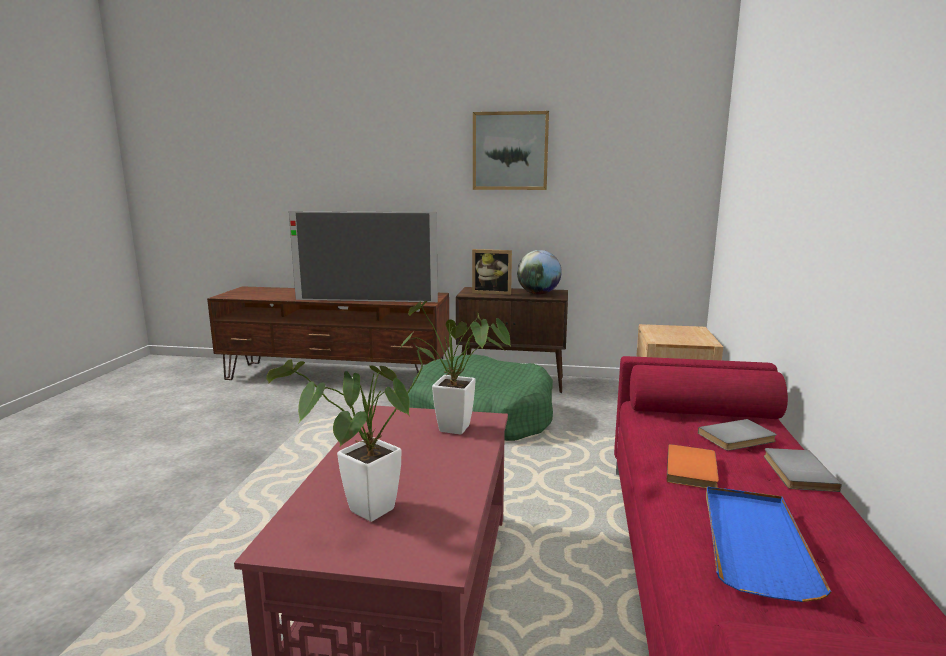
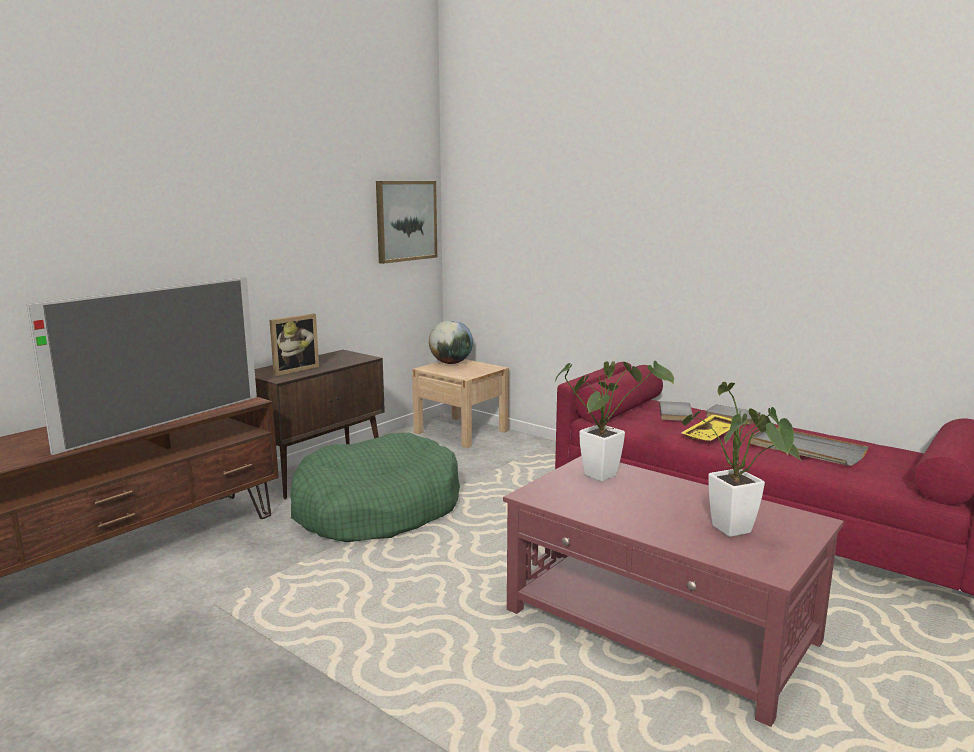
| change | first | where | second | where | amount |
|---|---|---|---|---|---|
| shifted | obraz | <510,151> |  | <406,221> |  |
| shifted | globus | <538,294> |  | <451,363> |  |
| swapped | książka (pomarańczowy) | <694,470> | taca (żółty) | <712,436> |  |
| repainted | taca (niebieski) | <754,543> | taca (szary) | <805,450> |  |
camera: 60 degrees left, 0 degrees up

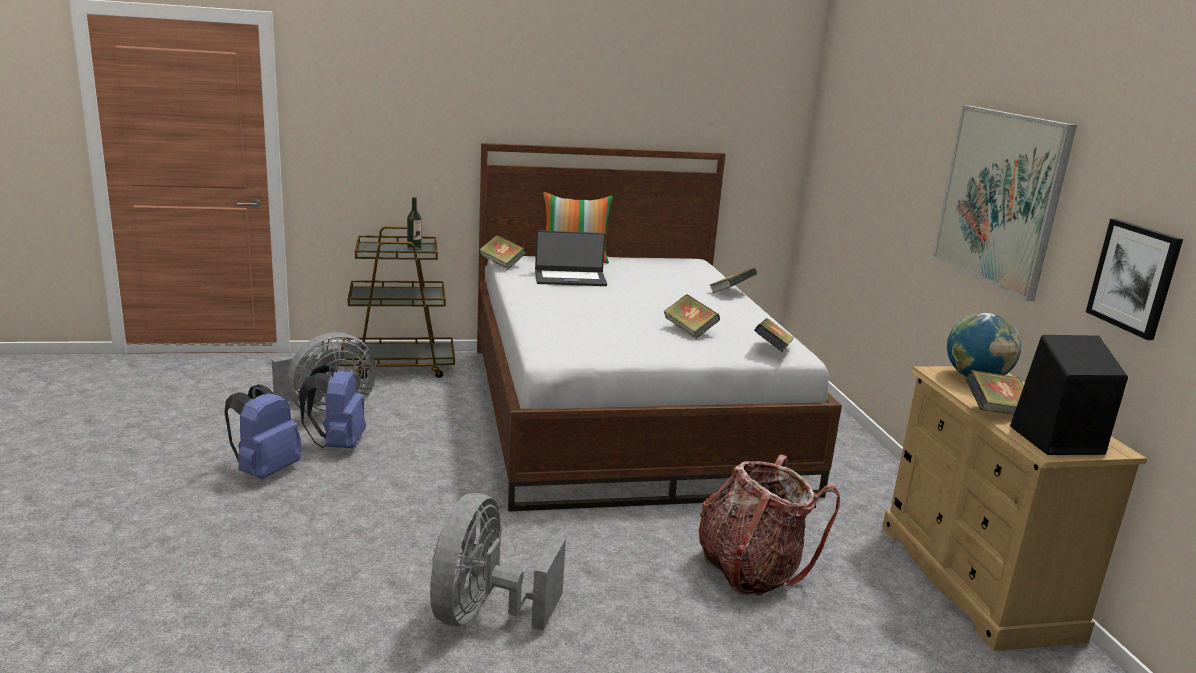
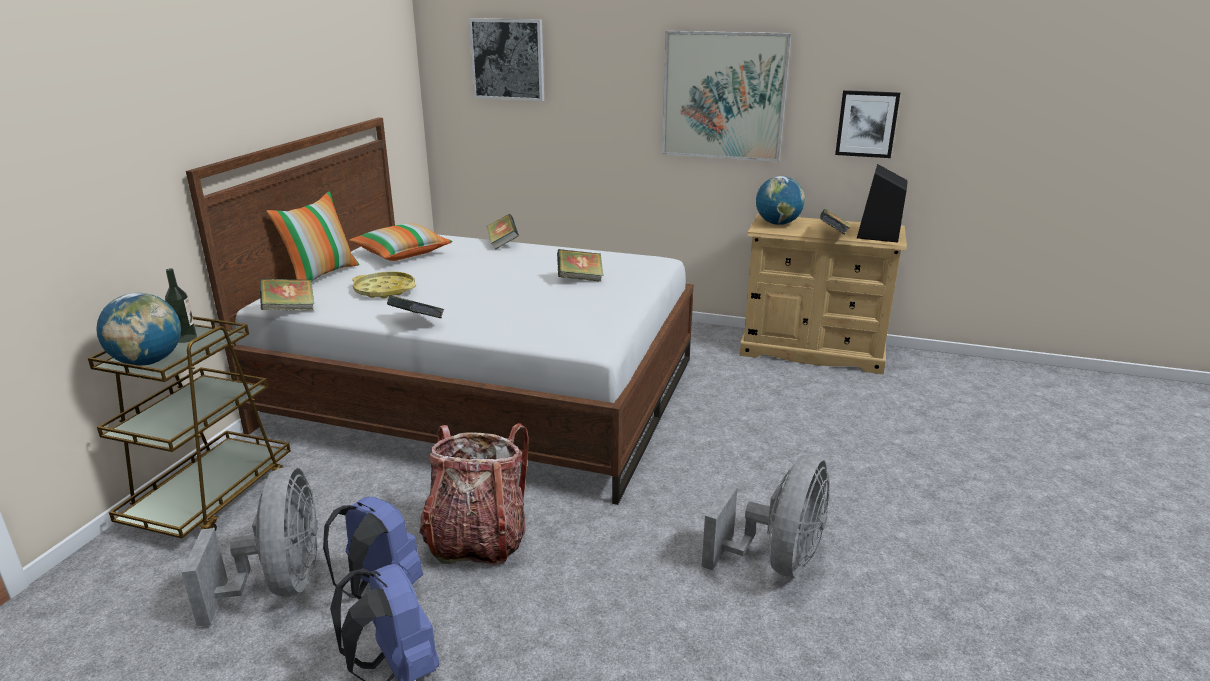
| change | first | where | second | where | amount |
|---|---|---|---|---|---|
| rotated | wentylator (szary) | <484,613> |  | <776,561> | 105 degrees counterclockwise |
| swapped | laptop | <570,278> | taca (żółty) | <385,290> |  |
| shifted | plecak | <751,570> |  | <477,540> |  |
| shifted | książka | <772,350> |  | <417,322> |  |
| new |  |  | globus | <148,362> |  |
| new |  |  | poduszka | <402,254> |  |
| new |  |  | obraz | <508,59> |  |
camera: 60 degrees left, 5 degrees up

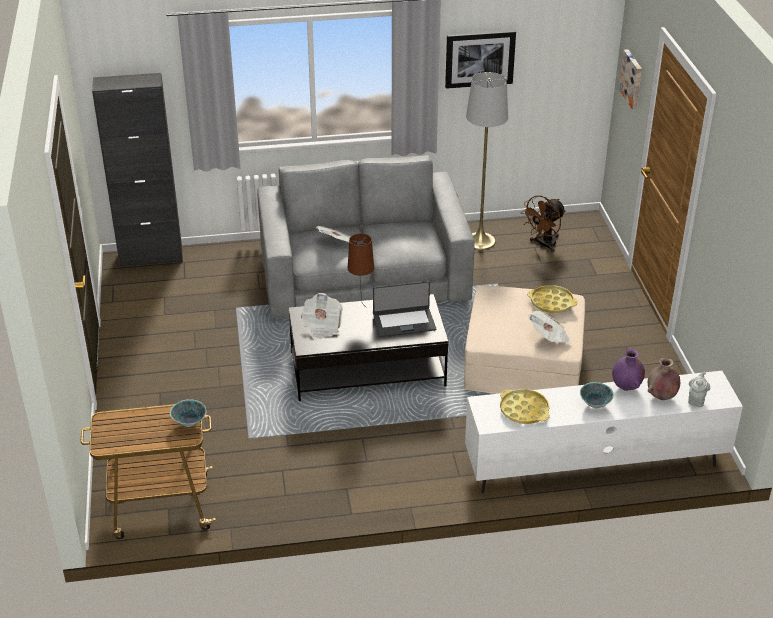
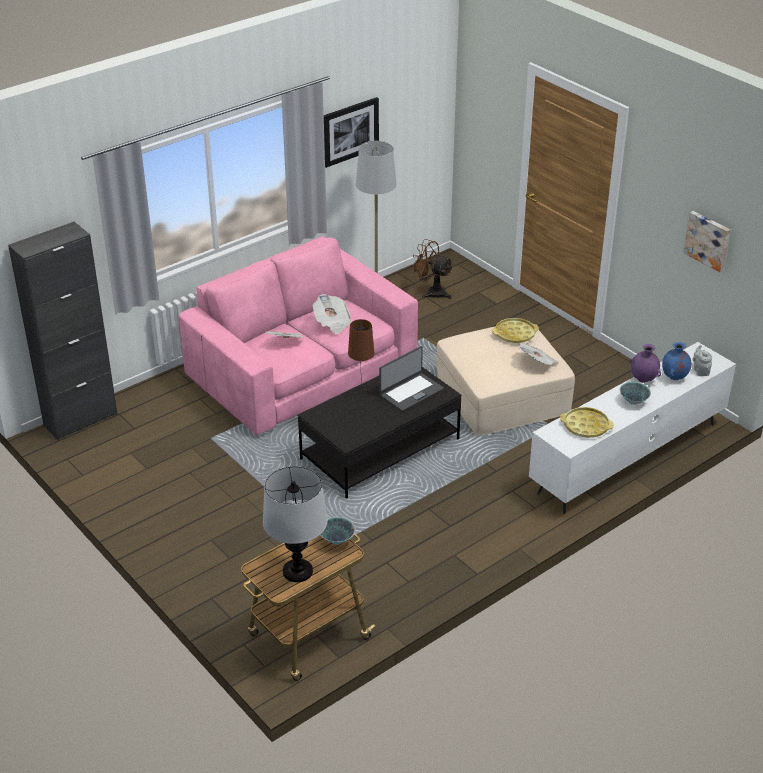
| change | first | where | second | where | amount |
|---|---|---|---|---|---|
| repainted | kanapa (szary) | <364,275> | kanapa (różowy) | <302,369> |  |
| shifted | gazeta | <322,326> |  | <332,323> |  |
| rotated | wentylator (brązowy) | <543,245> |  | <431,292> | 105 degrees clockwise |
| shifted | obraz | <632,79> |  | <708,240> |  |
| repainted | wazon (brązowy) | <661,397> | wazon (niebieski) | <674,378> |  |
| new |  |  | lampa stołowa | <298,571> |  |
camera: 30 degrees left, 0 degrees up

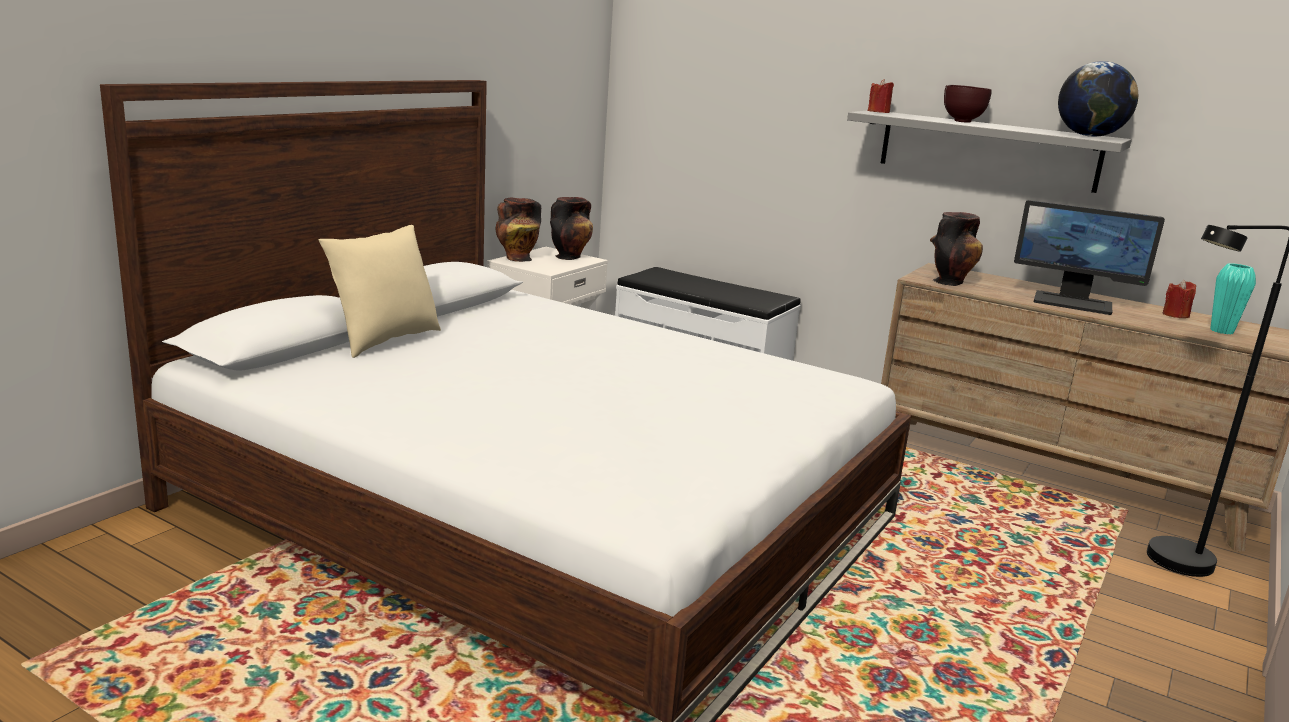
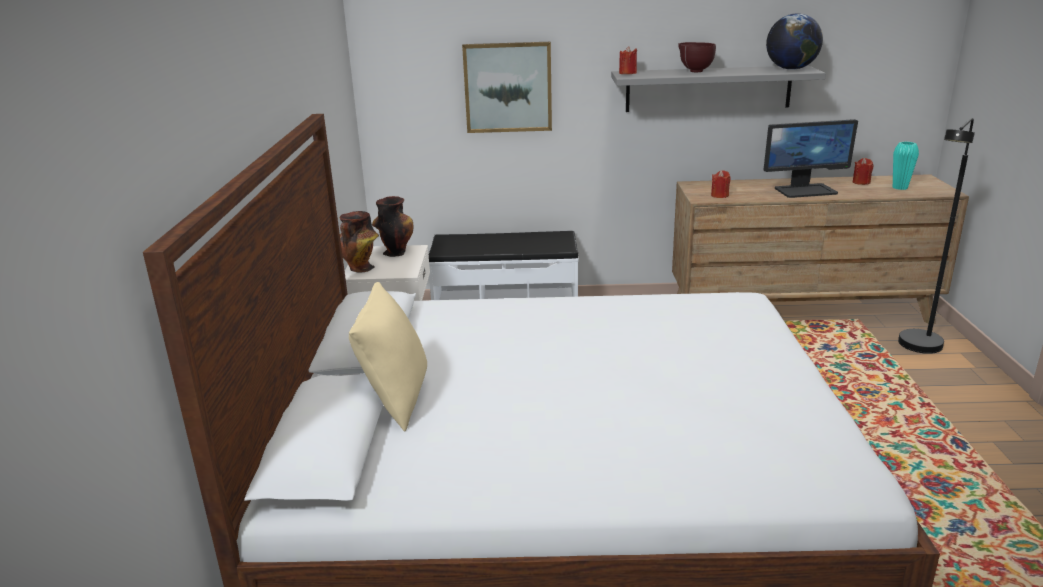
| change | first | where | second | where | amount |
|---|---|---|---|---|---|
| swapped | wazon | <949,281> | świeca (czerwony) | <719,195> |  |
| new |  |  | obraz | <508,87> |  |
camera: 30 degrees left, 5 degrees up

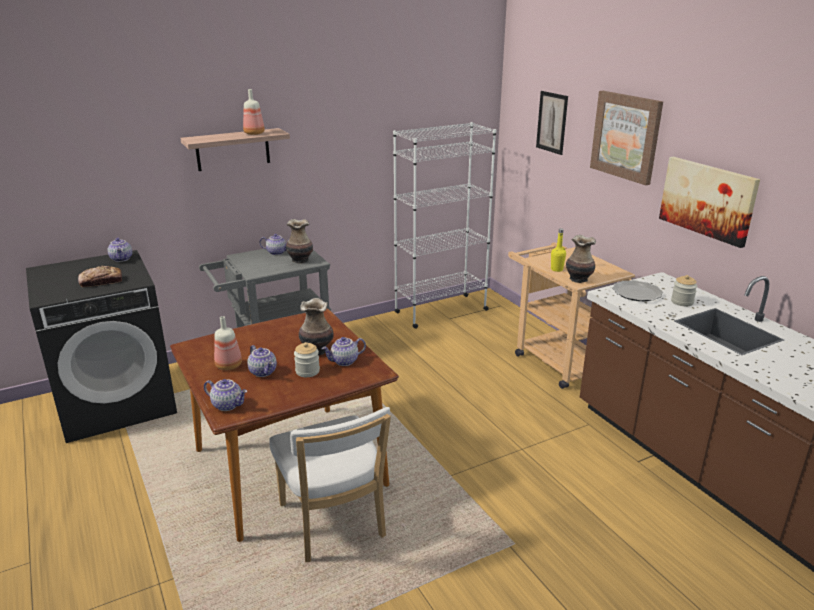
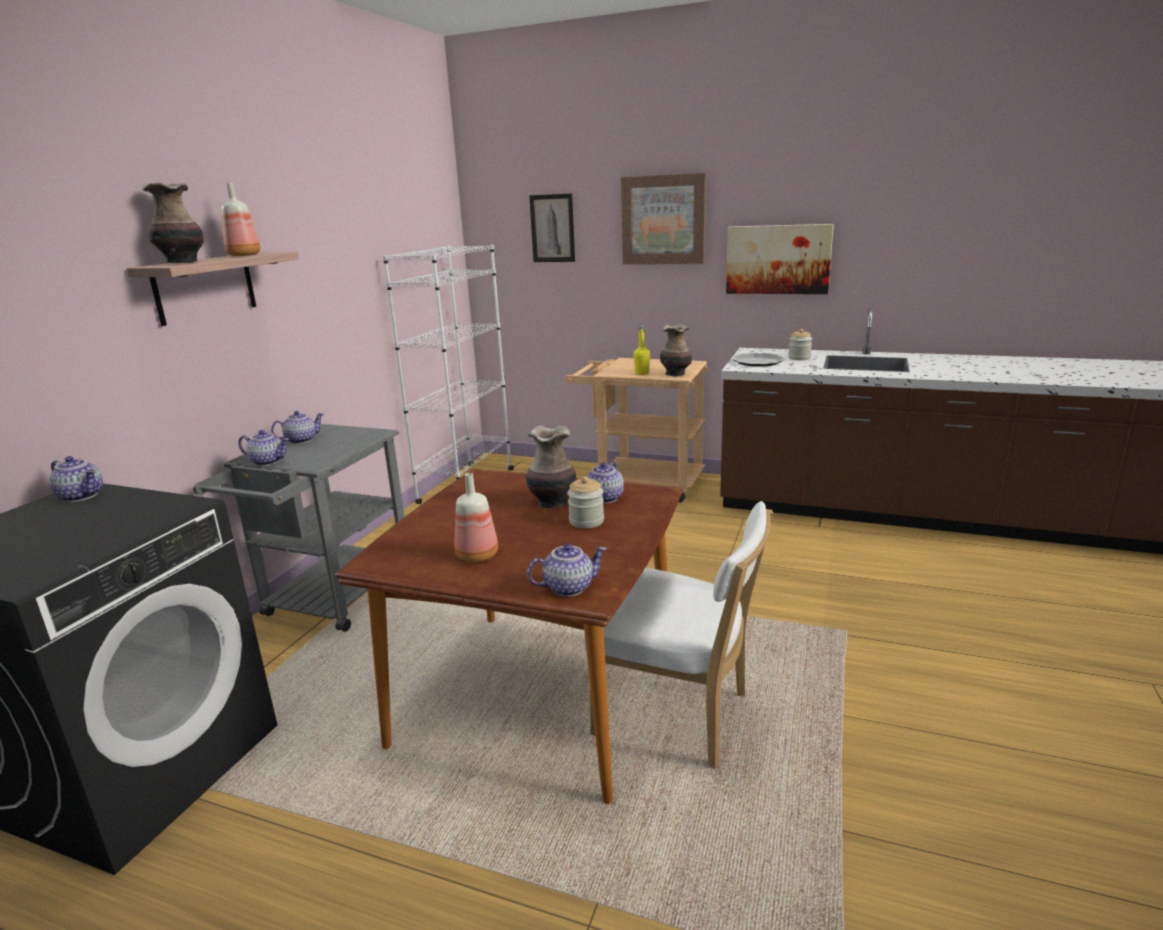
| change | first | where | second | where | amount |
|---|---|---|---|---|---|
| gone | chleb | <101,281> |  |  |  |
| shifted | imbryk | <263,372> |  | <268,461> |  |
| shifted | wazon | <300,260> |  | <181,262> |  |
camera: 40 degrees left, 5 degrees down

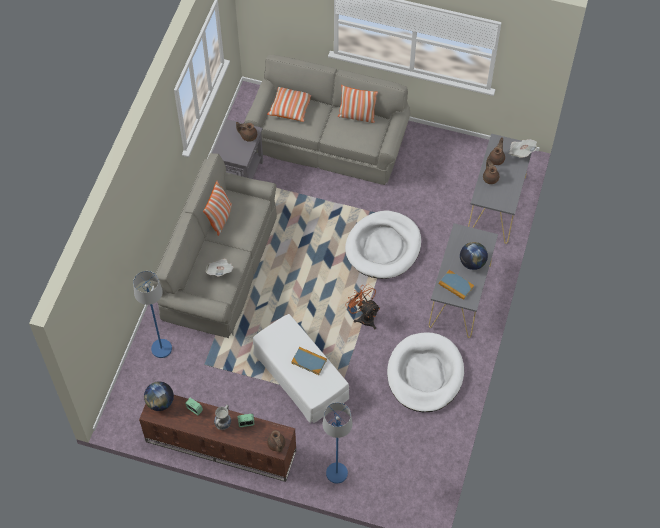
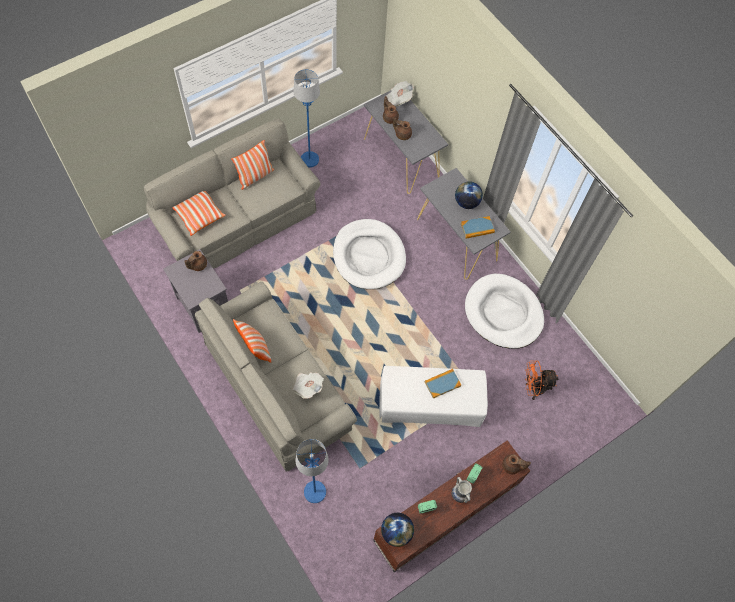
| change | first | where | second | where | amount |
|---|---|---|---|---|---|
| shifted | lampa stojąca (niebieski) | <337,473> |  | <309,159> |  |
| shifted | wentylator (pomarańczowy) | <364,317> |  | <533,388> |  |
camera: 55 degrees left, 5 degrees up

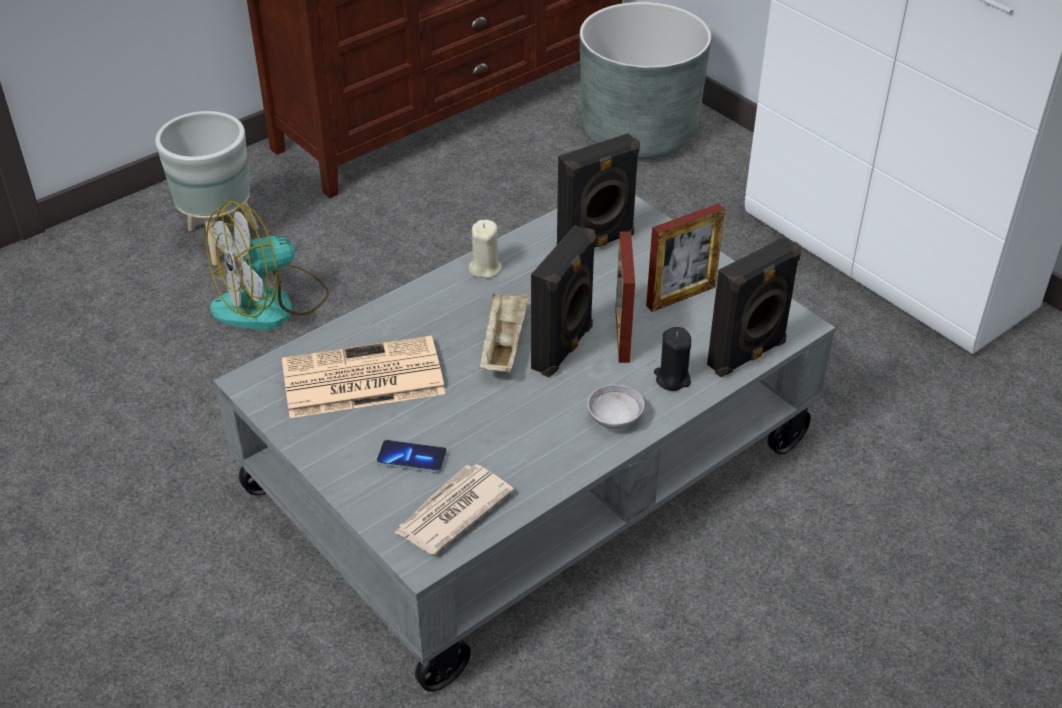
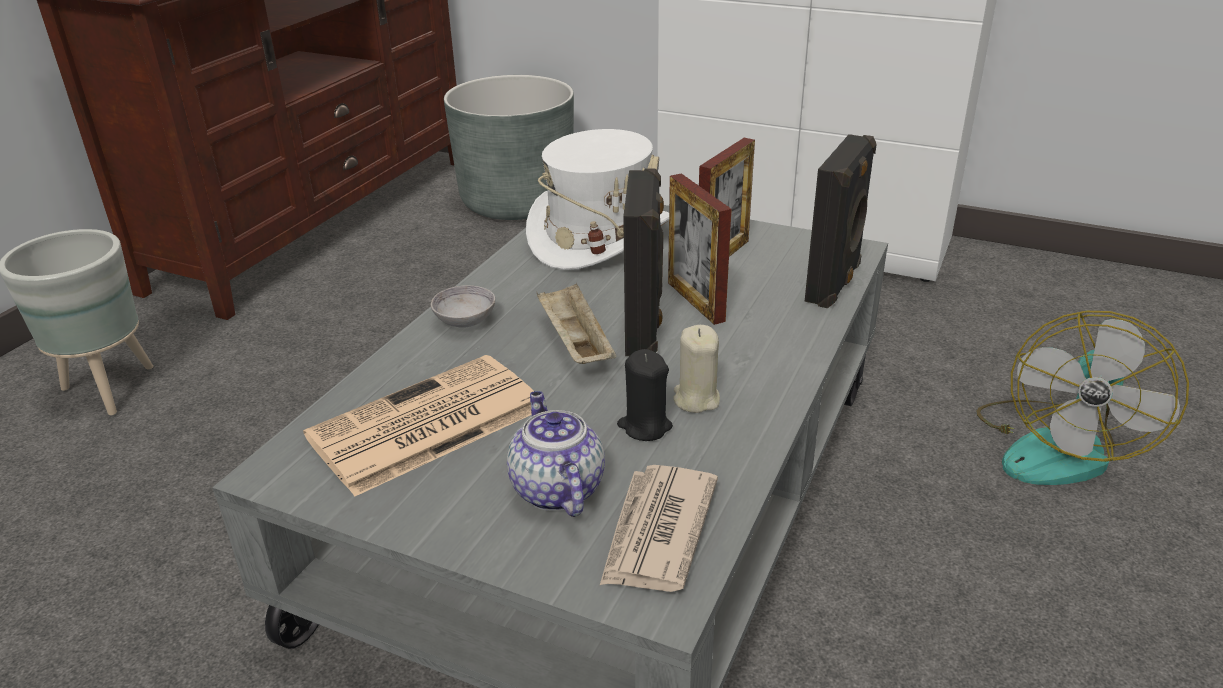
| change | first | where | second | where | amount |
|---|---|---|---|---|---|
| shifted | wentylator | <271,304> |  | <1058,446> |  |
| swapped | telefon | <412,458> | imbryk | <555,489> |  |
| shifted | świeca (beżowy) | <485,268> |  | <696,399> |  |
| swapped | głośnik (czarny) | <597,243> | kapelusz (biały) | <599,237> |  |
| shifted | miska (szary) | <615,418> |  | <465,321> |  |
| shifted | świeca (czarny) | <672,378> |  | <644,426> |  |
camera: 25 degrees left, 10 degrees down

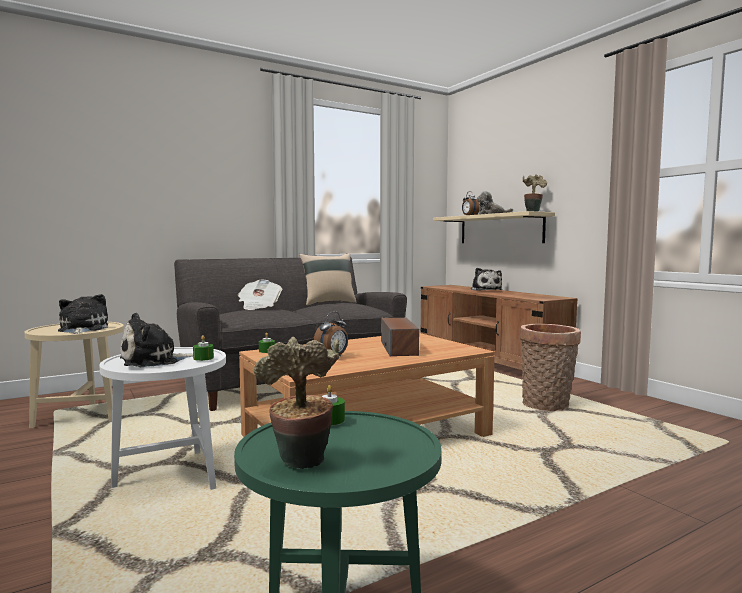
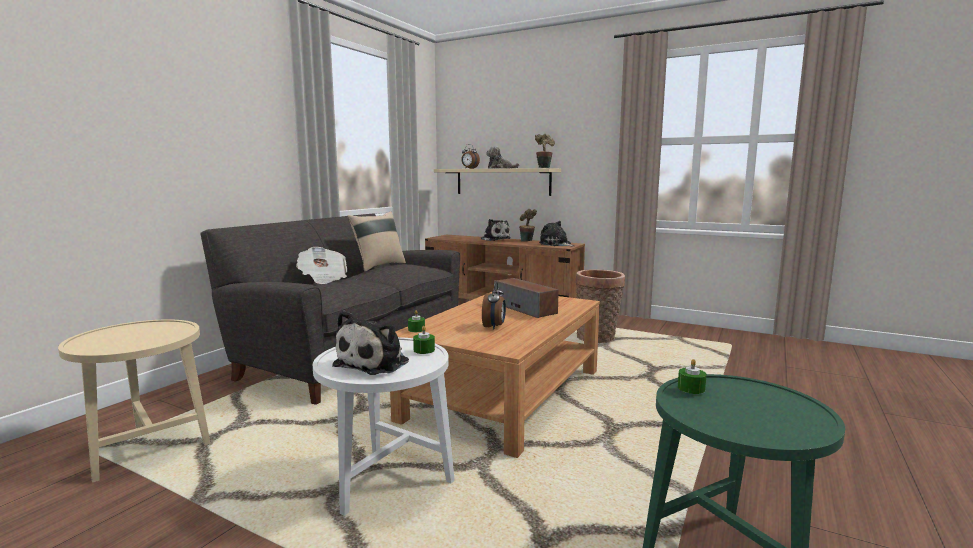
| change | first | where | second | where | amount |
|---|---|---|---|---|---|
| shifted | pluszak | <82,329> |  | <556,244> |  |
| shifted | roślina doniczkowa | <302,466> |  | <527,241> |  |
camera: 30 degrees left, 5 degrees up

